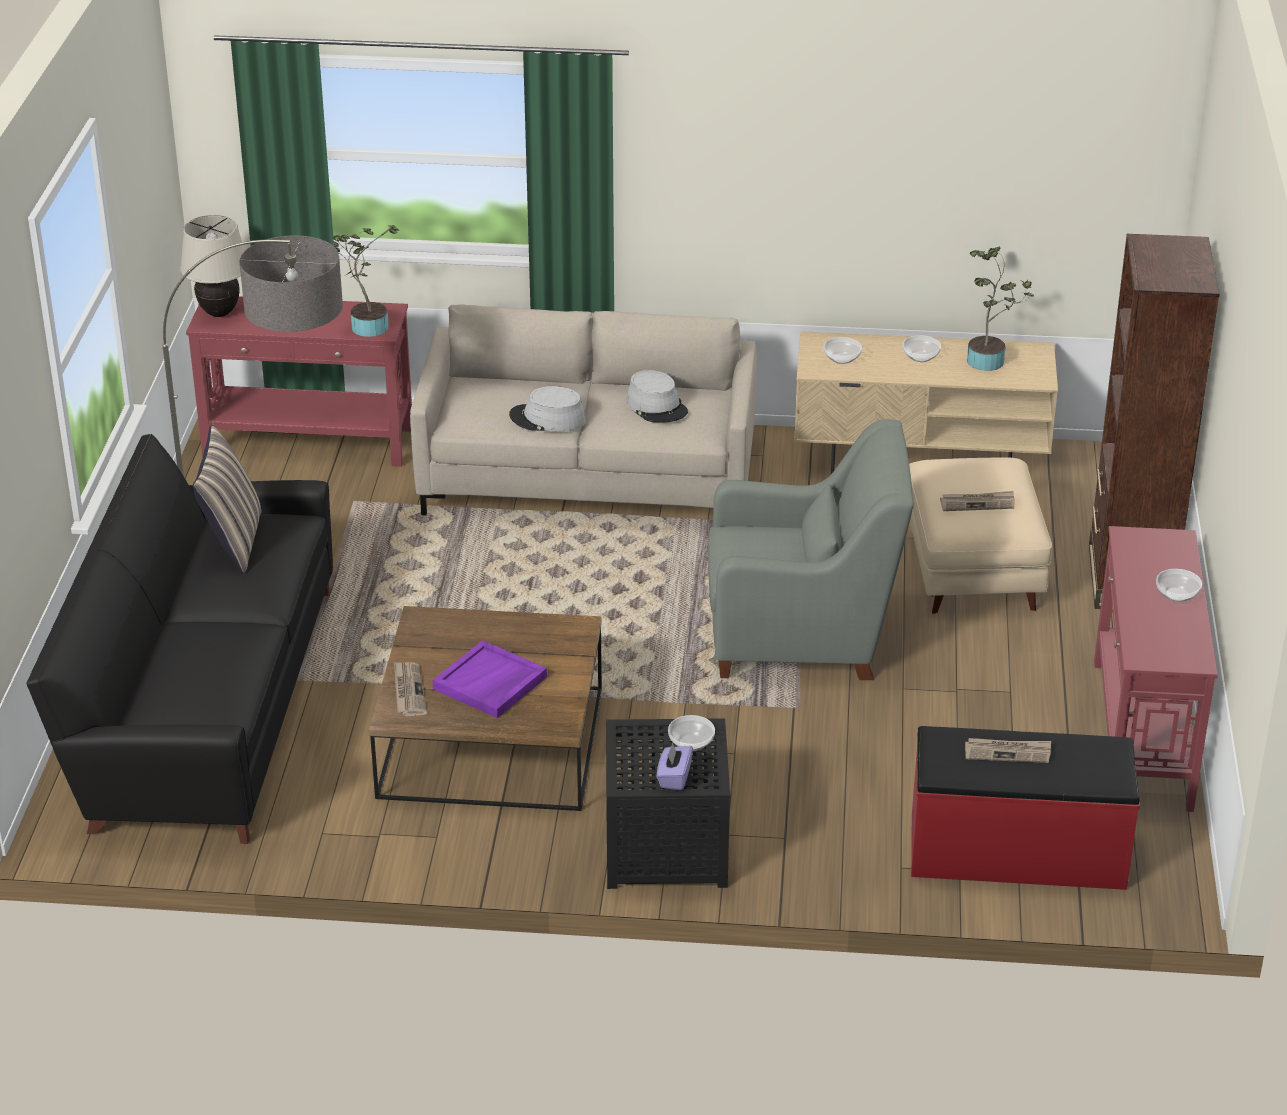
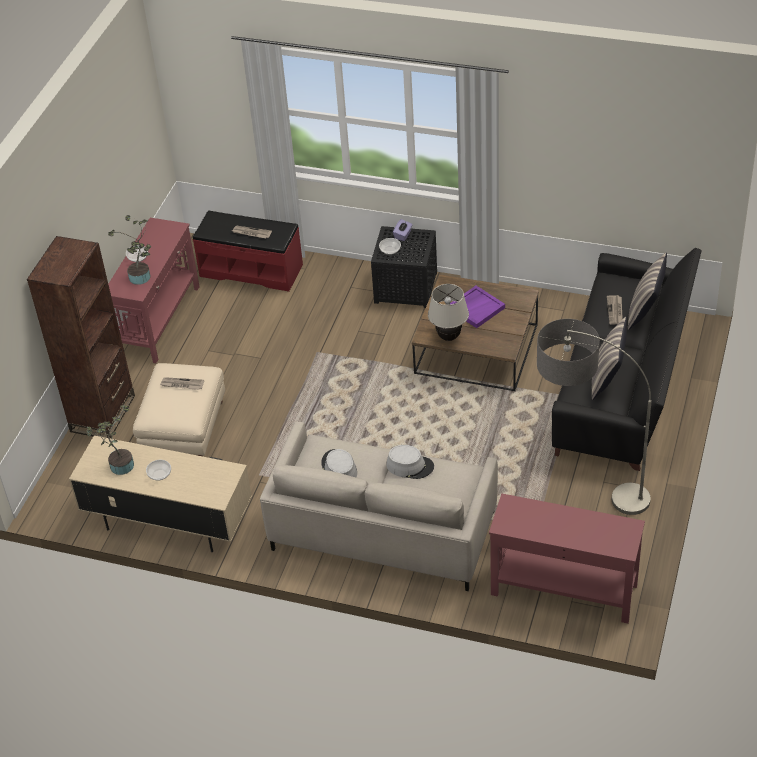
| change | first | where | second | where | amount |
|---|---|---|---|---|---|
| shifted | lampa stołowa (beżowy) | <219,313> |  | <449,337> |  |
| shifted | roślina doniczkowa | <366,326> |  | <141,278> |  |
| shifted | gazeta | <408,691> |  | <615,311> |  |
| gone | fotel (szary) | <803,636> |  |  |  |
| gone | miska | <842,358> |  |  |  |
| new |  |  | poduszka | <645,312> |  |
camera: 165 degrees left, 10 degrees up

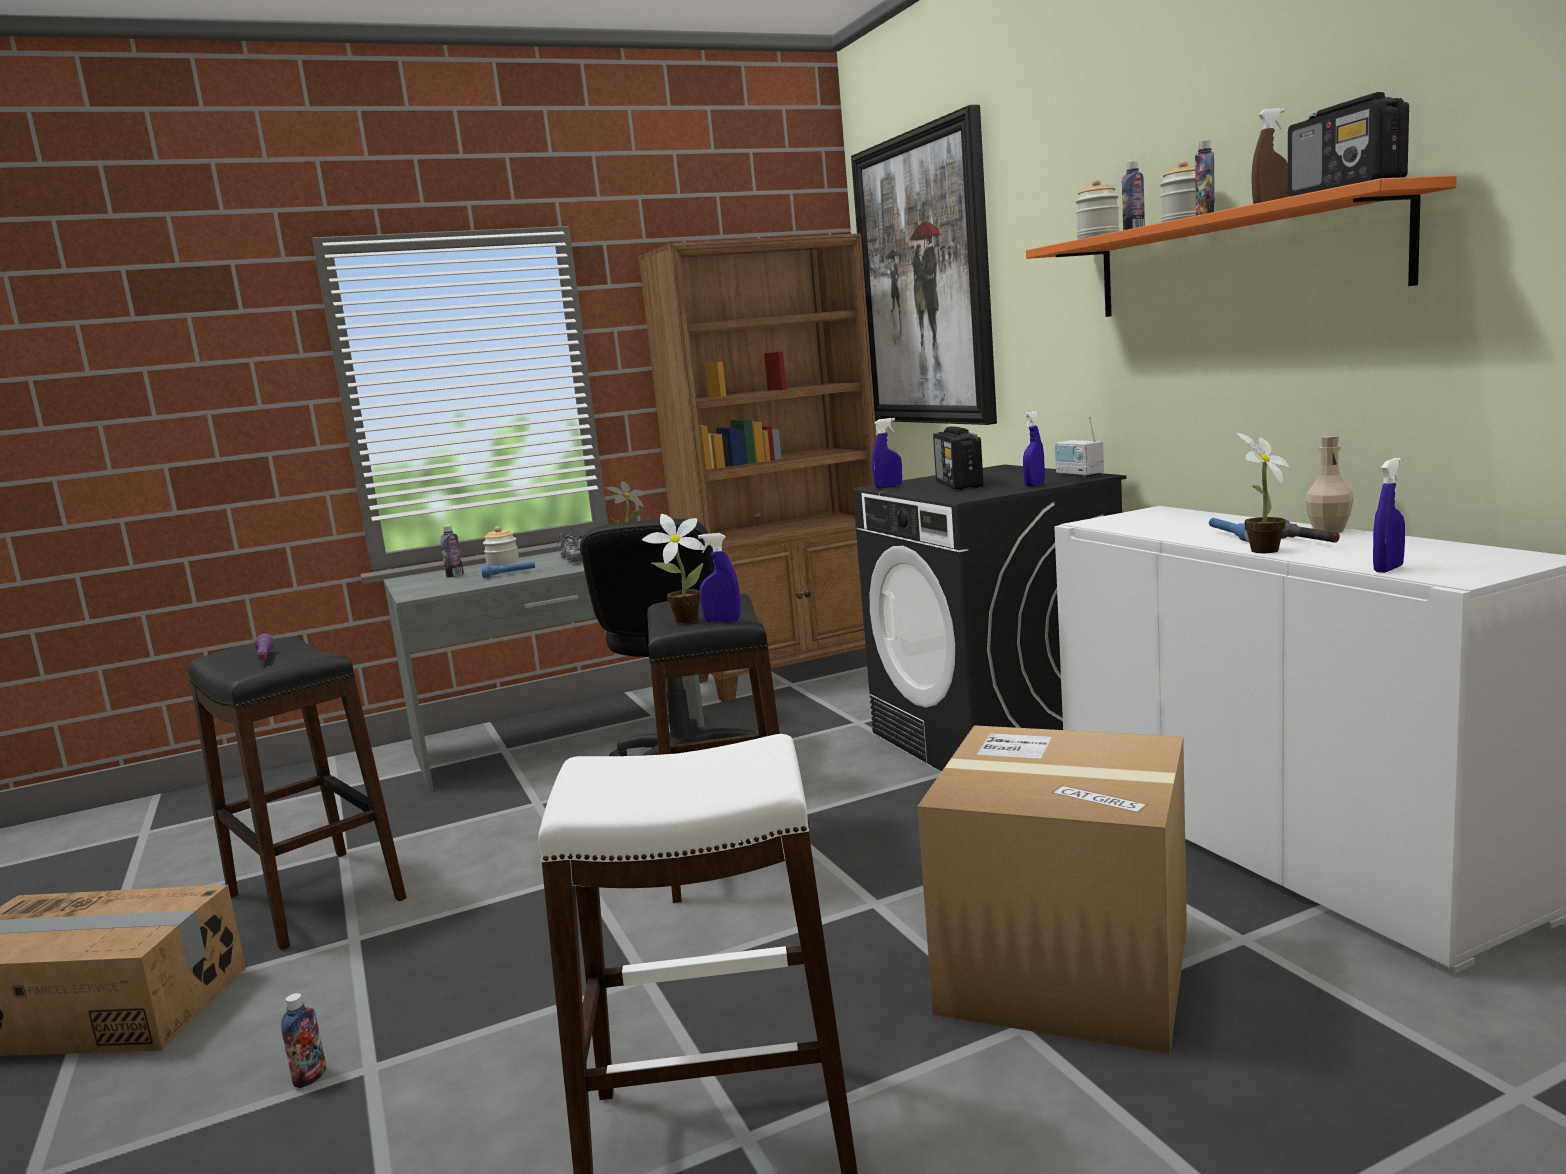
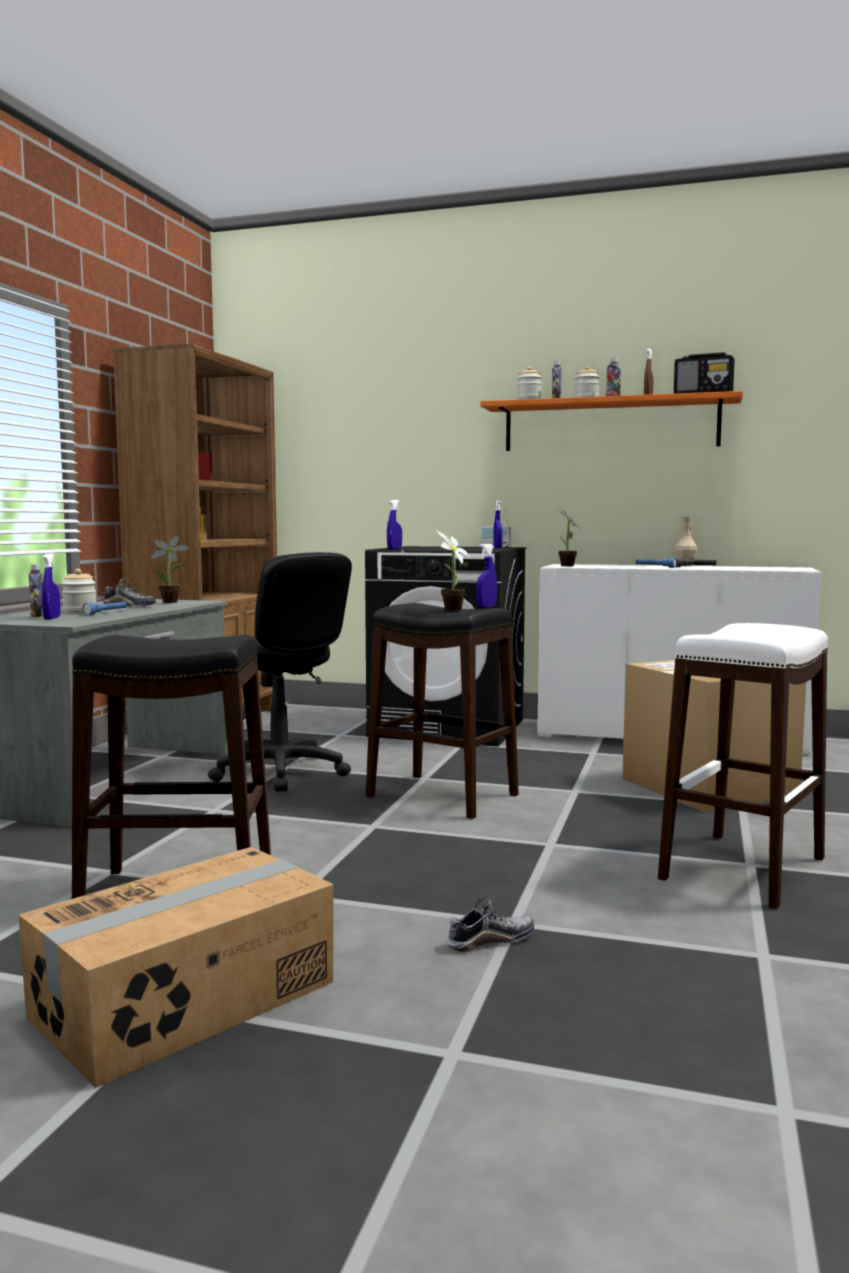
| change | first | where | second | where | amount |
|---|---|---|---|---|---|
| gone | latarka (fioletowy) | <265,657> |  |  |  |
| swapped | butelka | <310,1077> | but | <490,941> |  |
| gone | obraz | <924,280> |  |  |  |
| gone | radio | <959,485> |  |  |  |
| shifted | roślina doniczkowa | <1261,551> |  | <567,566> |  |
| shifted | spryskiwacz (niebieski) | <1388,569> |  | <51,618> |  |
camera: 50 degrees left, 5 degrees down

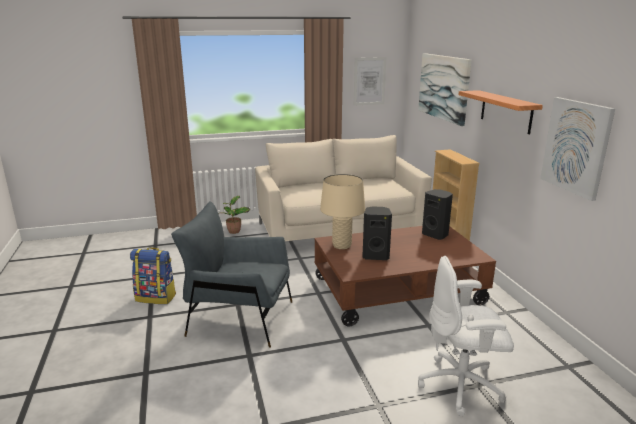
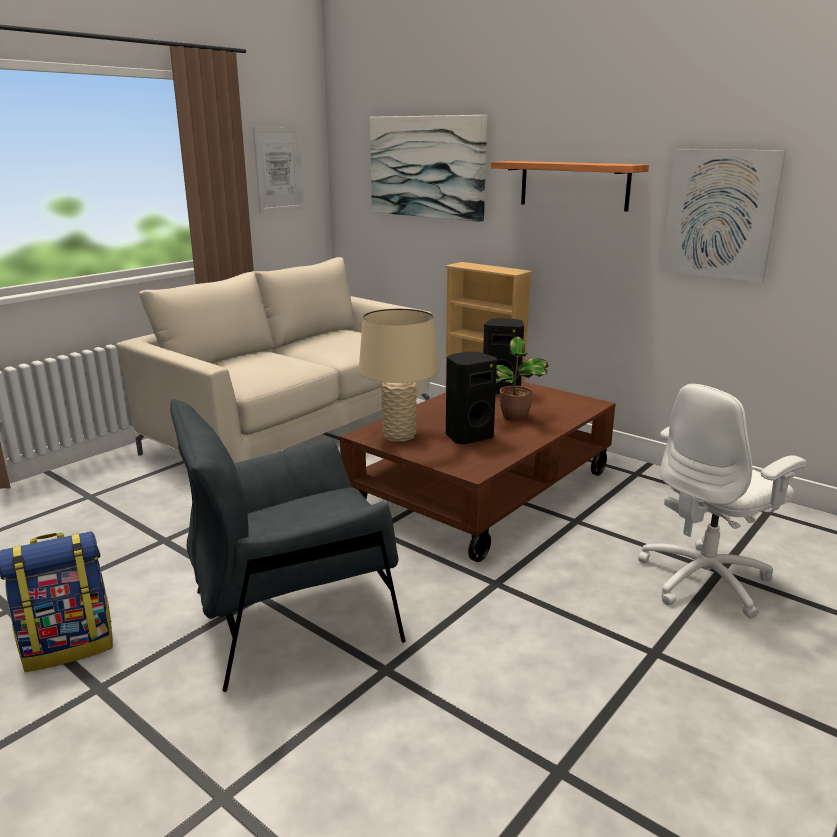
| change | first | where | second | where | amount |
|---|---|---|---|---|---|
| shifted | roślina doniczkowa | <233,231> |  | <515,417> |  |
camera: 35 degrees left, 0 degrees up

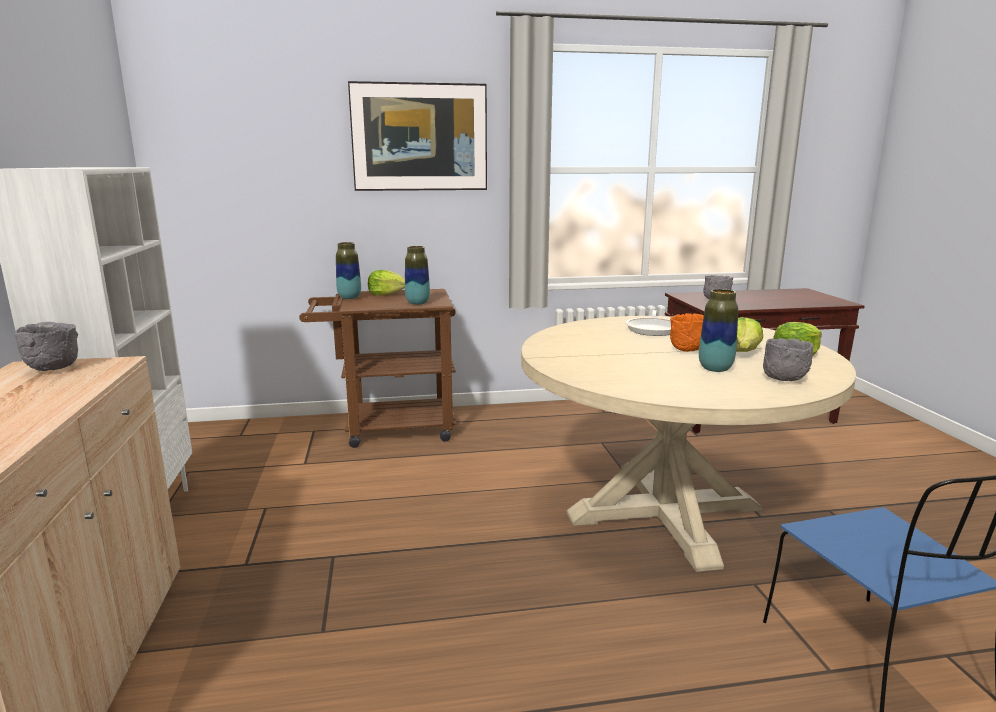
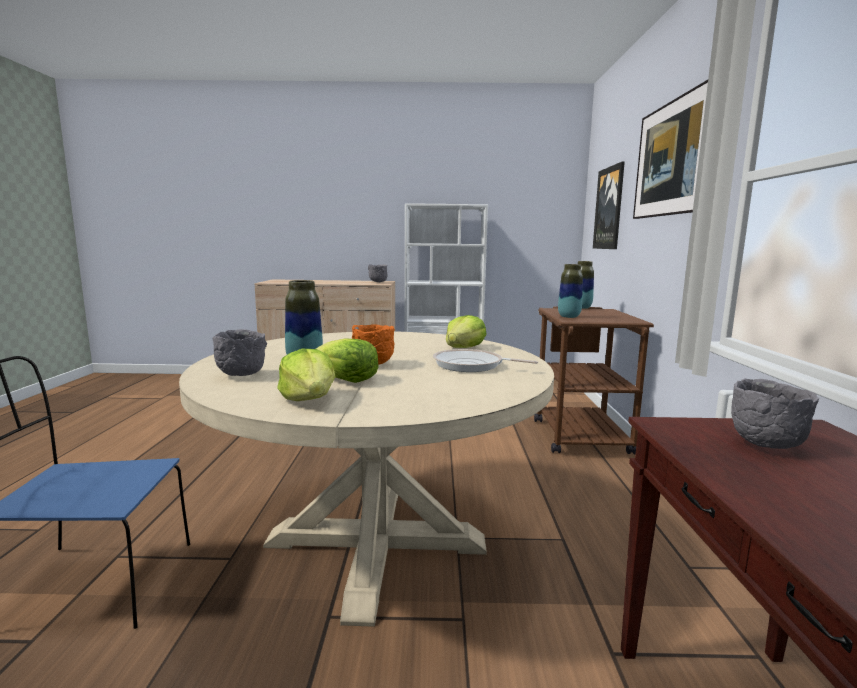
| change | first | where | second | where | amount |
|---|---|---|---|---|---|
| shifted | sałata | <387,294> |  | <464,348> |  |
| new |  |  | obraz | <609,208> |  |
camera: 100 degrees right, 5 degrees down

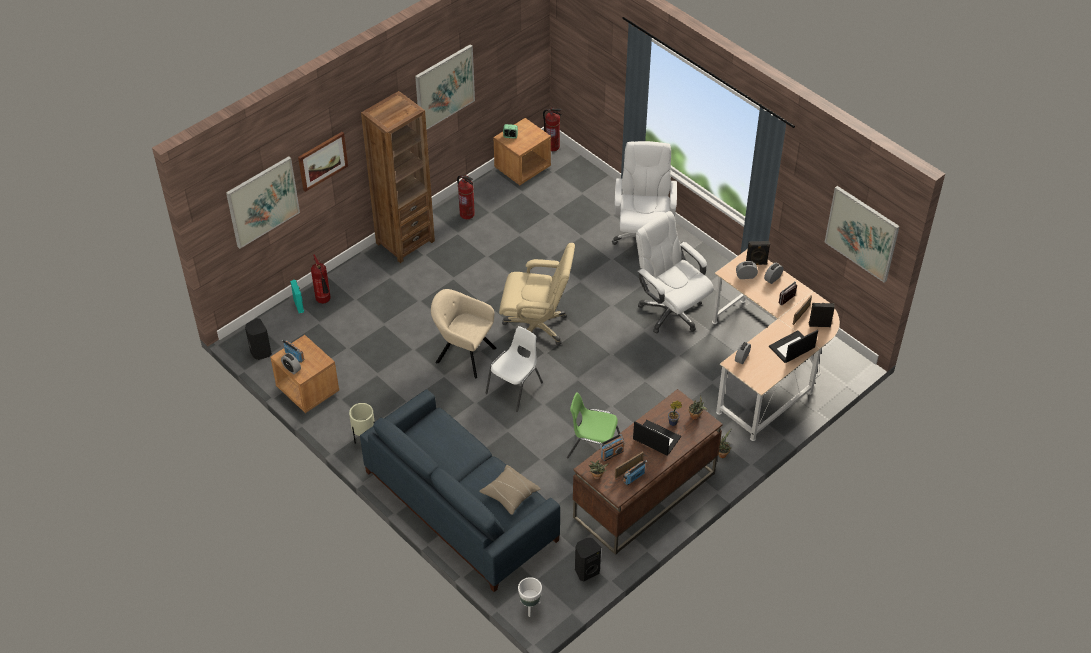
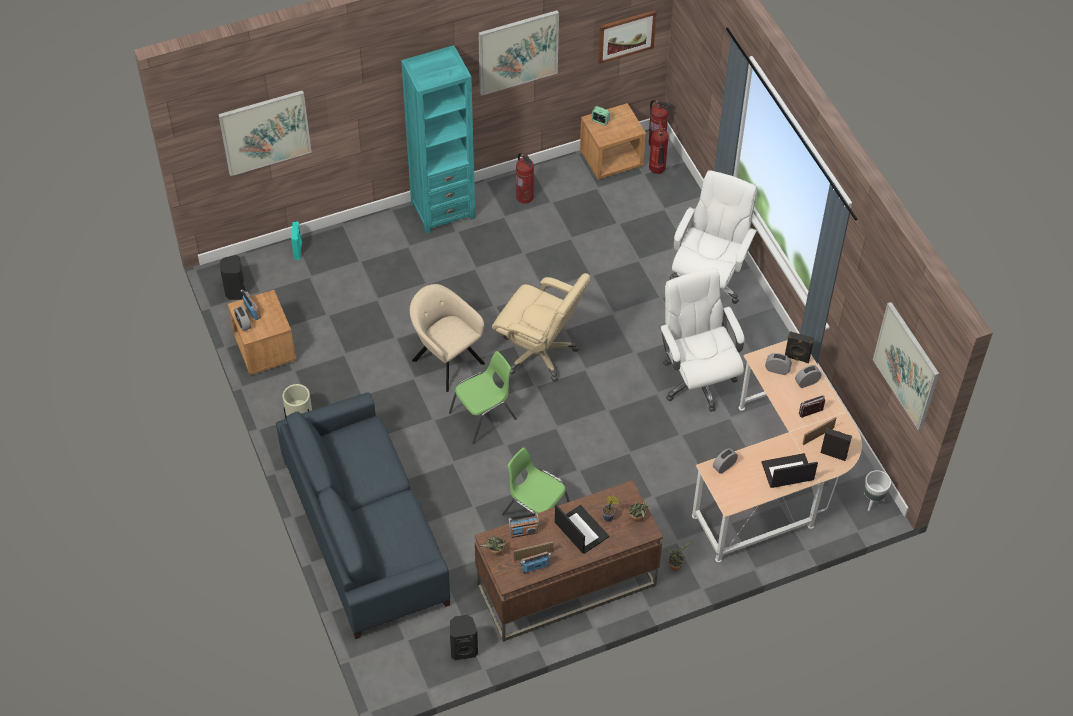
| change | first | where | second | where | amount |
|---|---|---|---|---|---|
| shifted | obraz | <322,160> |  | <626,36> |  |
| shifted | gaśnica | <324,301> |  | <657,171> |  |
| repainted | regał (brązowy) | <405,242> | regał (turkusowy) | <443,210> |  |
| gone | poduszka (beżowy) | <510,494> |  |  |  |
| repainted | krzesło (biały) | <515,388> | krzesło (zielony) | <484,416> |  |
| shifted | donica (biały) | <530,607> |  | <872,501> |  |
camera: 20 degrees right, 5 degrees up

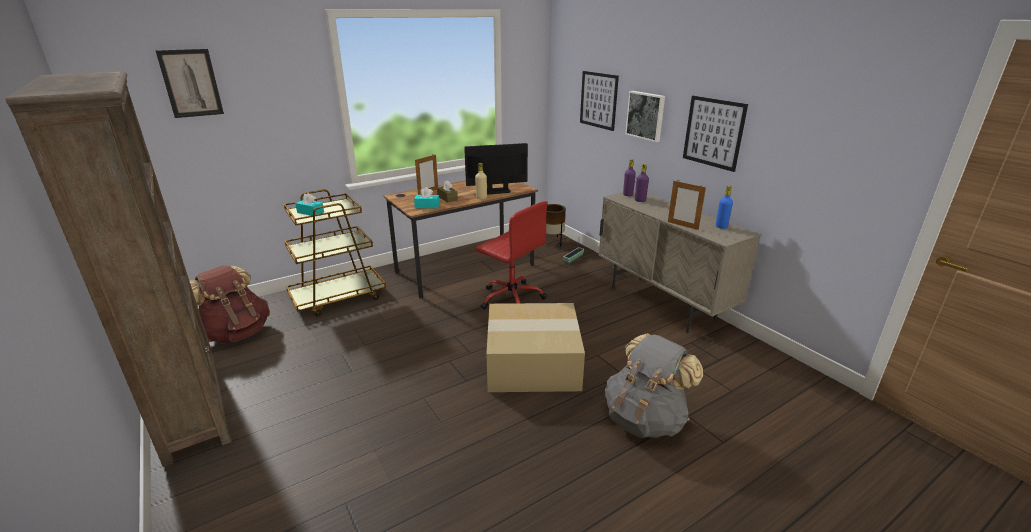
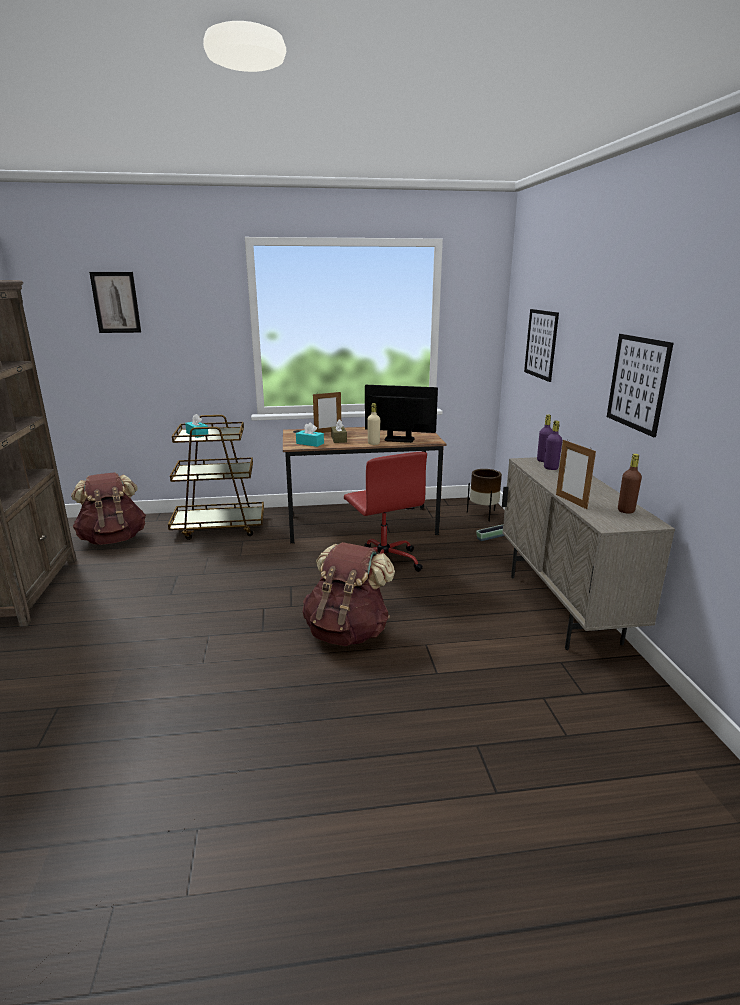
| change | first | where | second | where | amount |
|---|---|---|---|---|---|
| swapped | karton | <534,361> | plecak (brązowy) | <347,632> |  |
| gone | plecak (szary) | <645,419> |  |  |  |
| gone | obraz | <646,115> |  |  |  |
| repainted | butelka (niebieski) | <721,226> | butelka (brązowy) | <626,510> |  |
camera: 25 degrees right, 5 degrees down

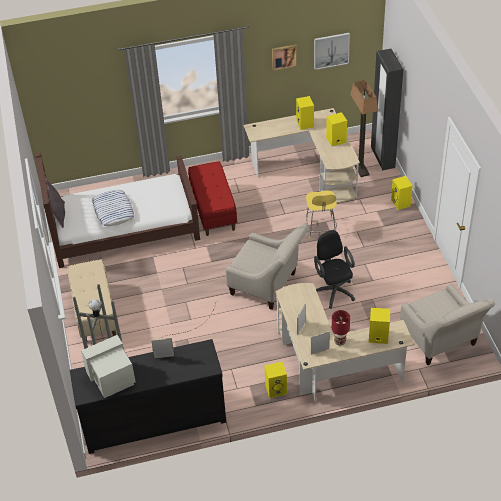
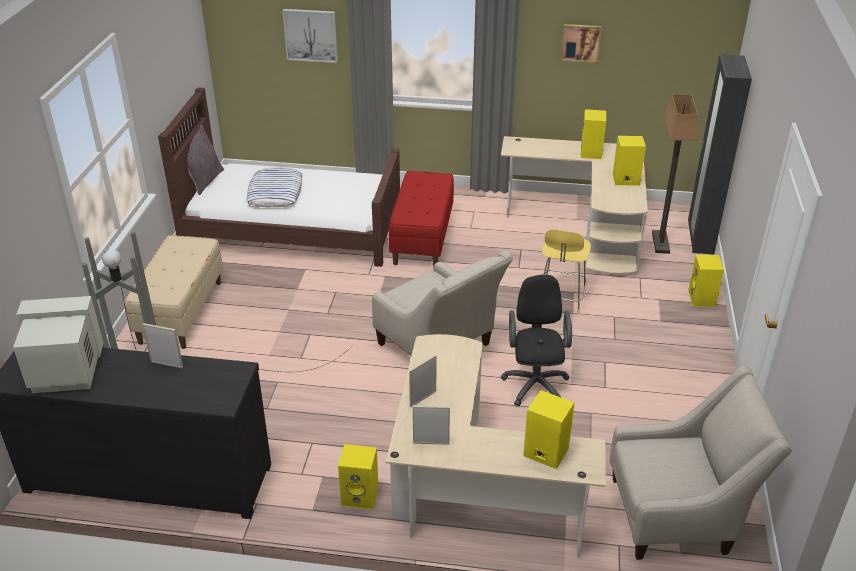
| change | first | where | second | where | amount |
|---|---|---|---|---|---|
| shifted | obraz | <331,50> |  | <310,35> |  |
| gone | lampa stołowa (czerwony) | <340,341> |  |  |  |
| rotated | fotel (beżowy) | <441,342> |  | <678,515> | 90 degrees counterclockwise |
camera: 20 degrees right, 10 degrees down

